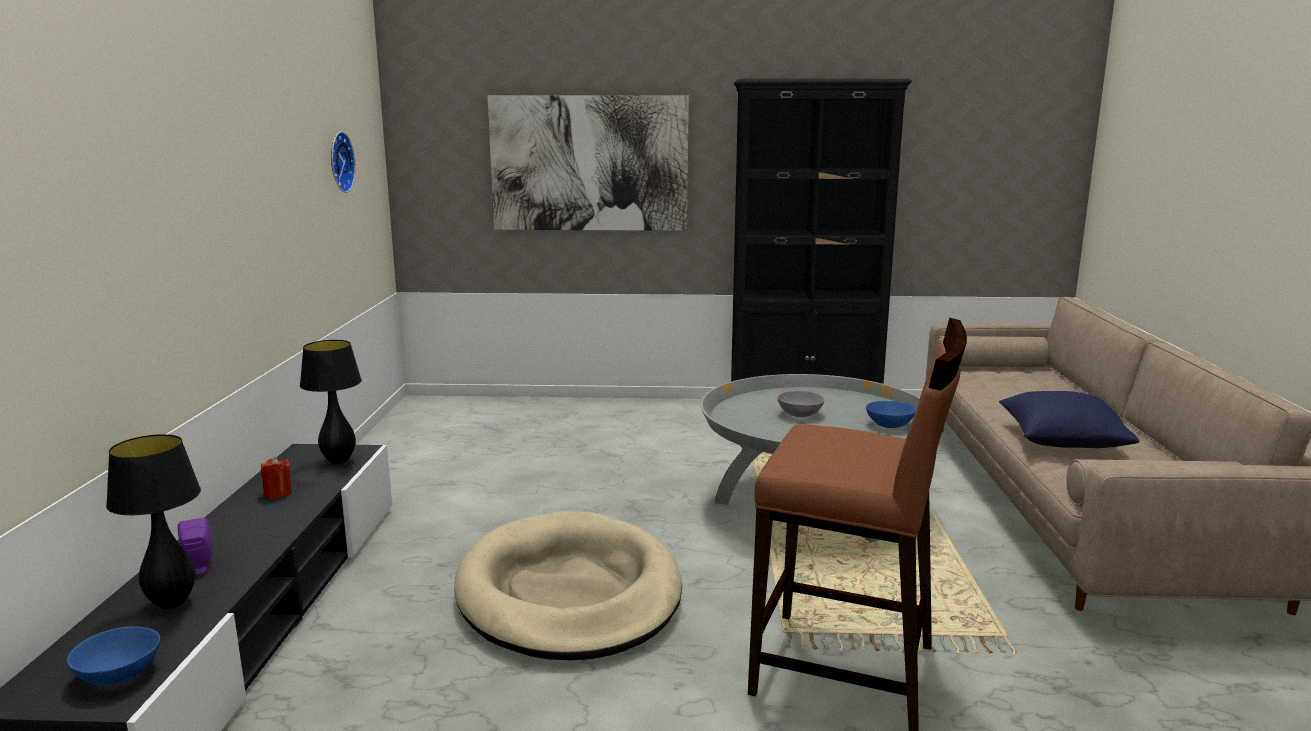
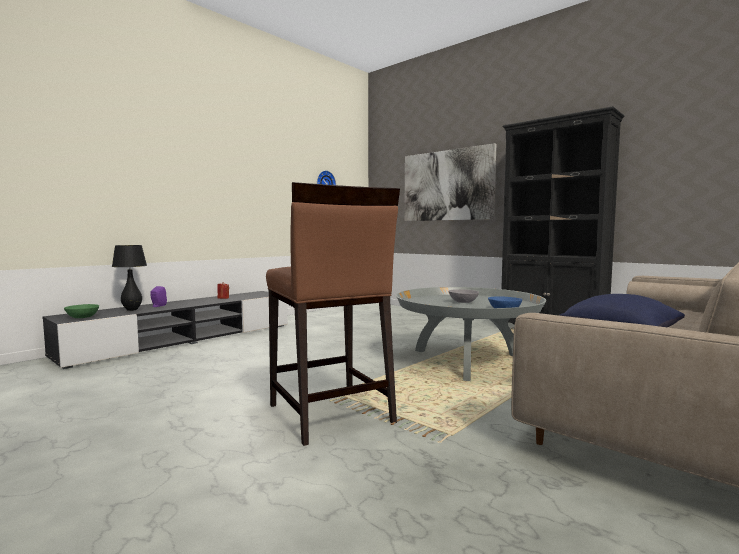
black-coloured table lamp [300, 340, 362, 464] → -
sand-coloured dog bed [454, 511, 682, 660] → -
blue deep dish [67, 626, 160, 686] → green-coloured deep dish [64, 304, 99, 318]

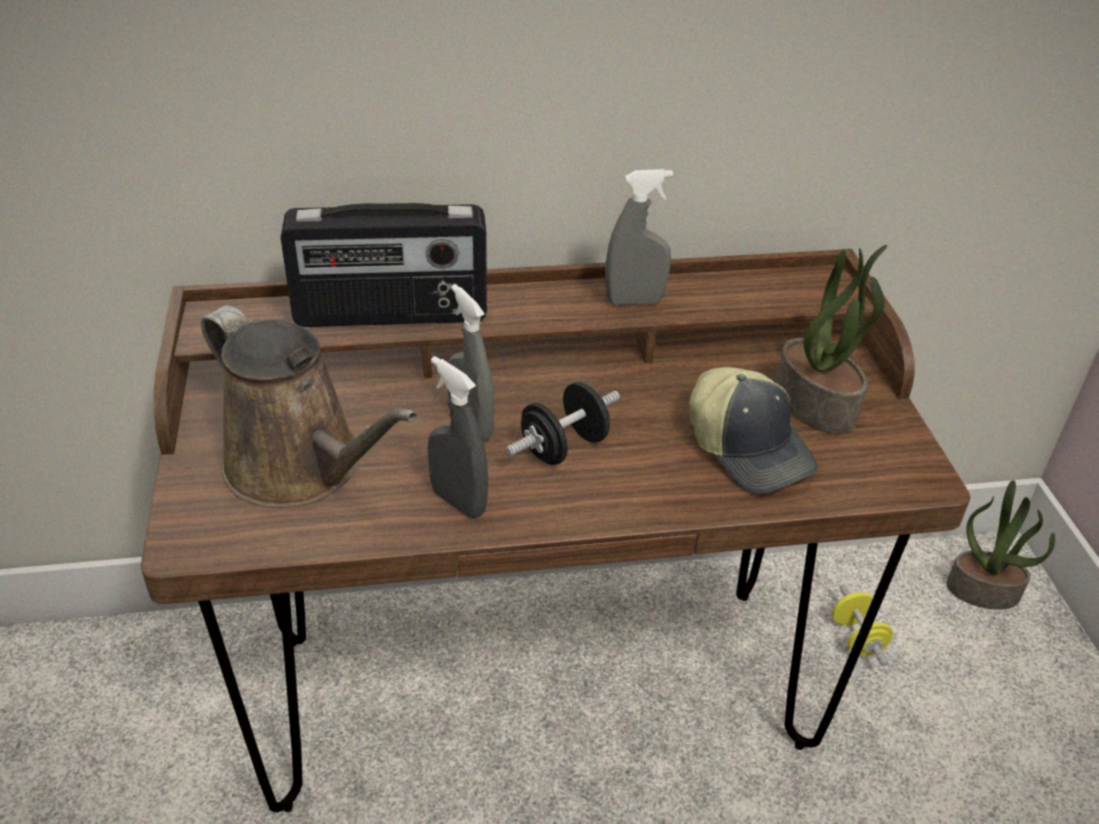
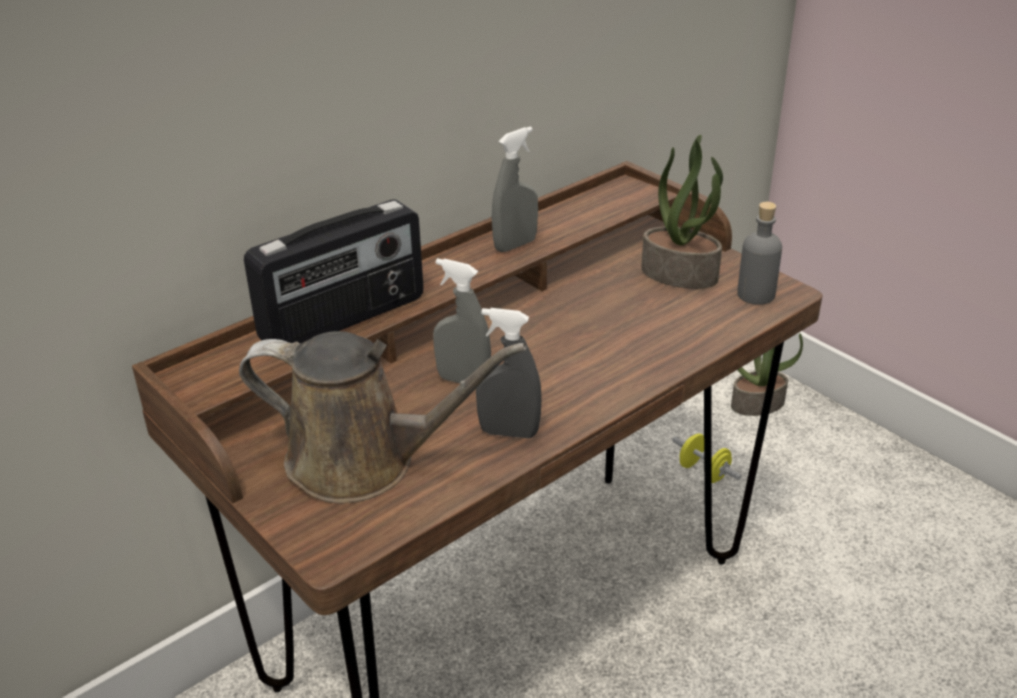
black-coloured hand weight [505, 382, 620, 465] → -
peaked cap [689, 367, 818, 494] → -
- → grey beverage bottle [737, 202, 782, 305]

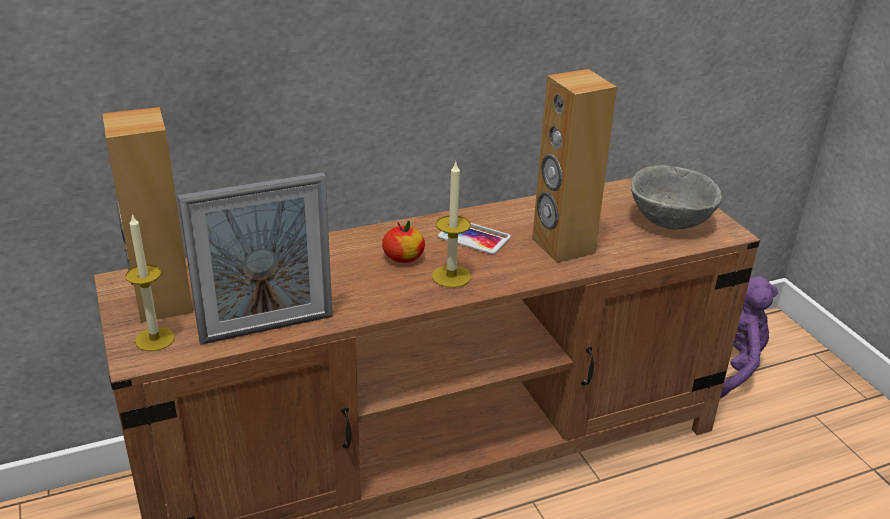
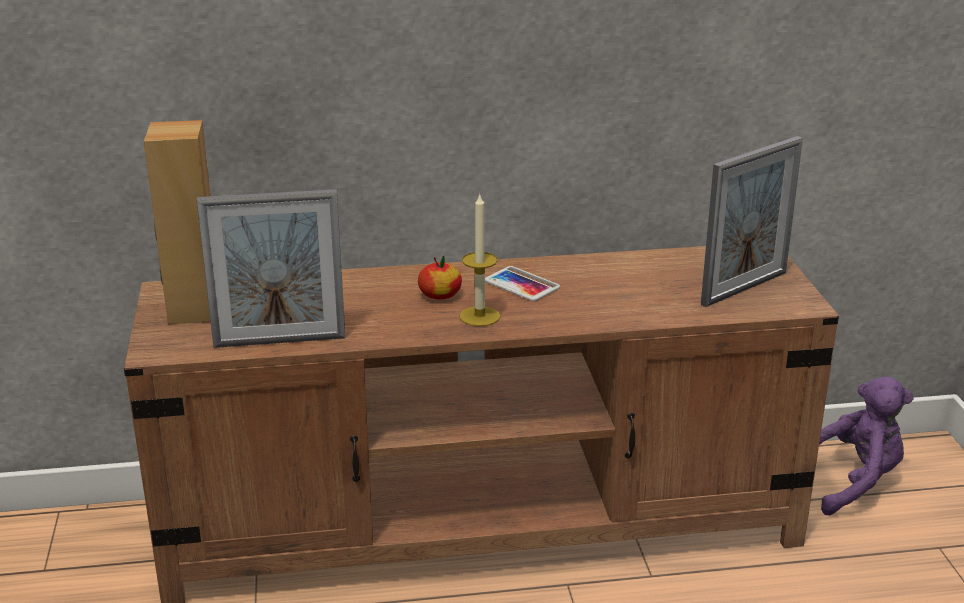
candle [125, 214, 175, 351] → -
brown-coloured speaker [532, 69, 617, 263] → -
grey deep dish [631, 165, 722, 230] → standing frame [701, 136, 803, 307]

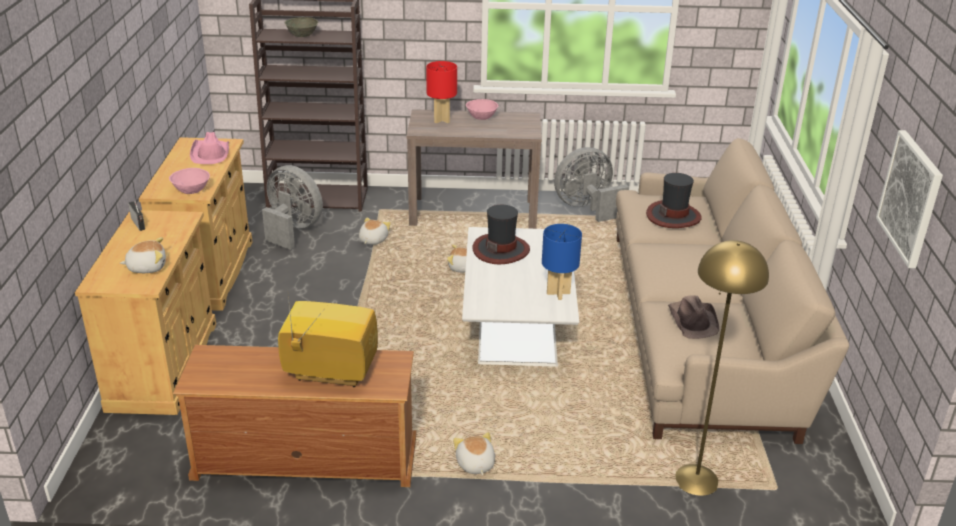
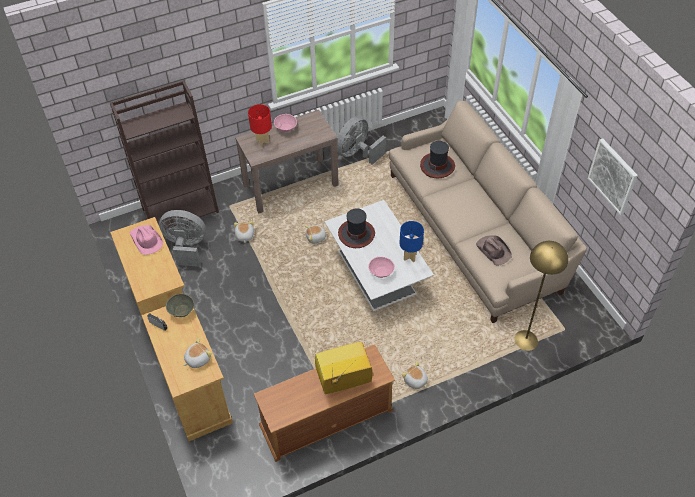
pink-coloured deep dish [169, 168, 210, 194] → pink-coloured deep dish [368, 257, 395, 278], move
grey deep dish [284, 17, 318, 37] → grey deep dish [166, 293, 194, 317], move

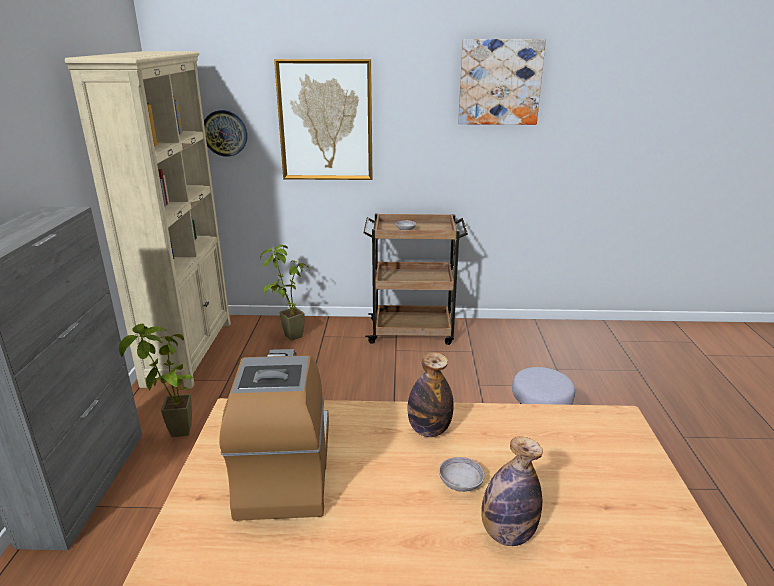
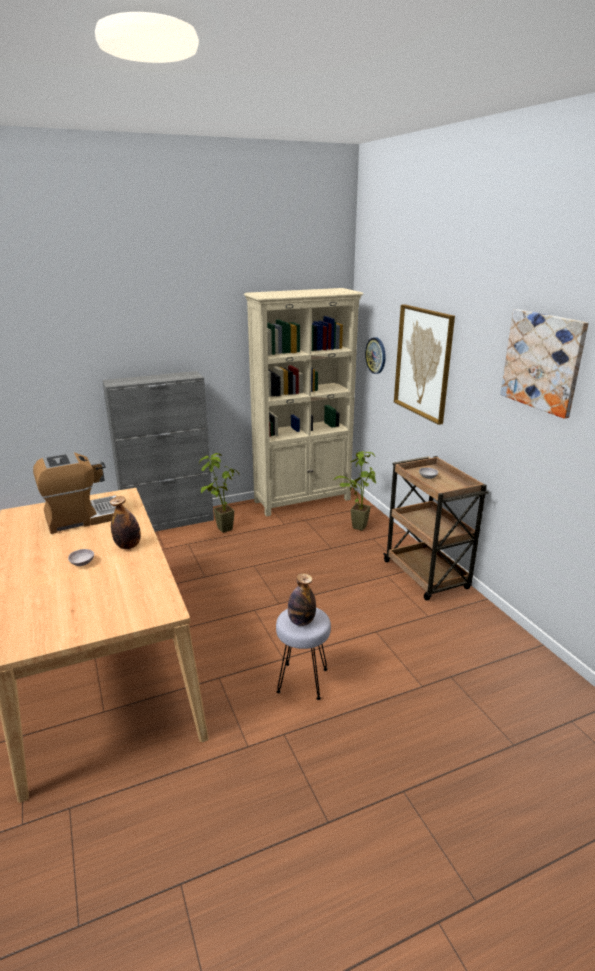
beverage bottle [481, 436, 543, 546] → beverage bottle [288, 573, 316, 626], move

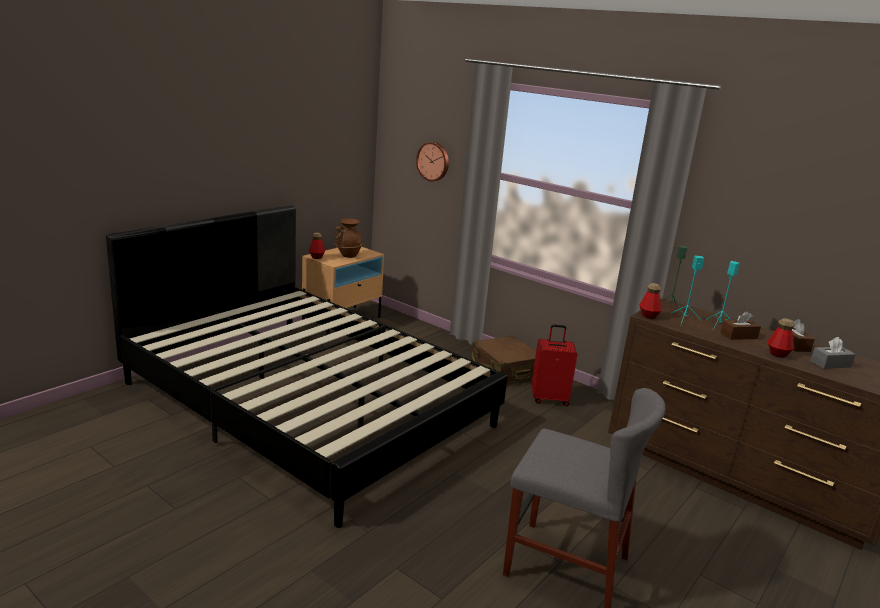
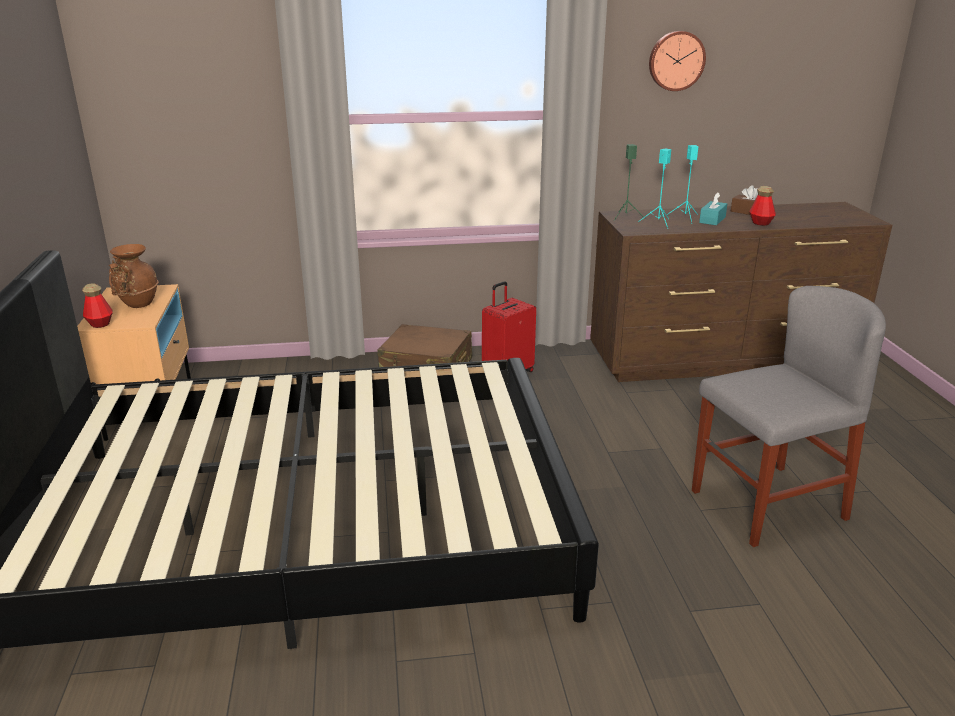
beverage bottle [639, 283, 662, 319] → -
grey tissue box [811, 337, 856, 369] → -
wall clock [416, 142, 449, 181] → wall clock [649, 31, 706, 91], move
brown-coloured tissue box [720, 311, 761, 340] → turquoise tissue box [699, 192, 727, 225]

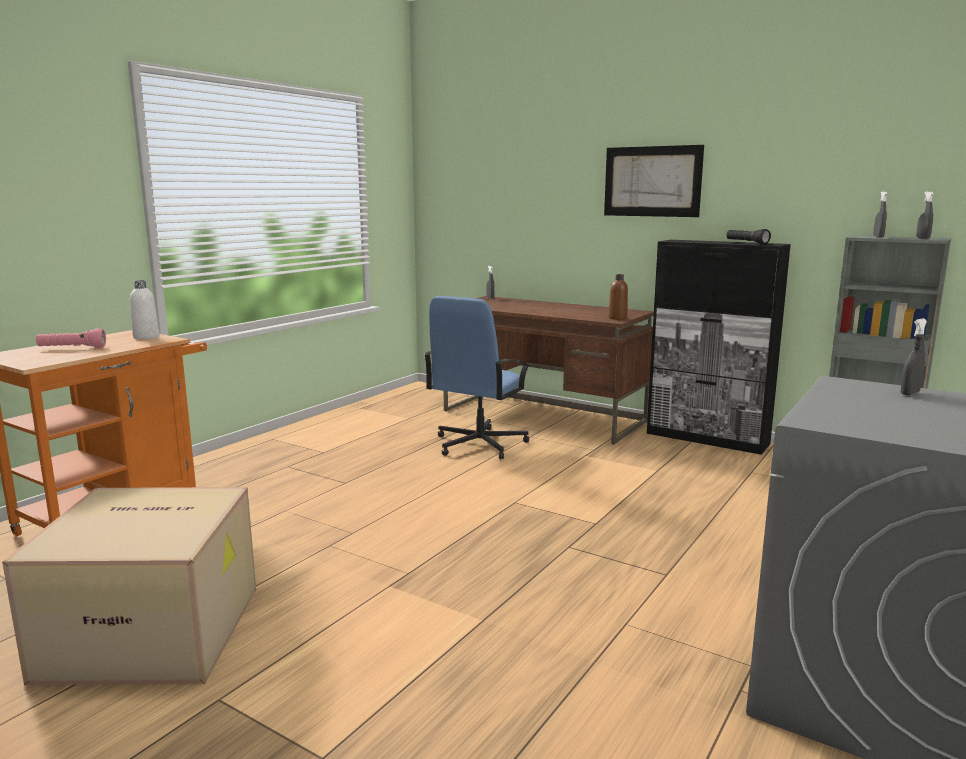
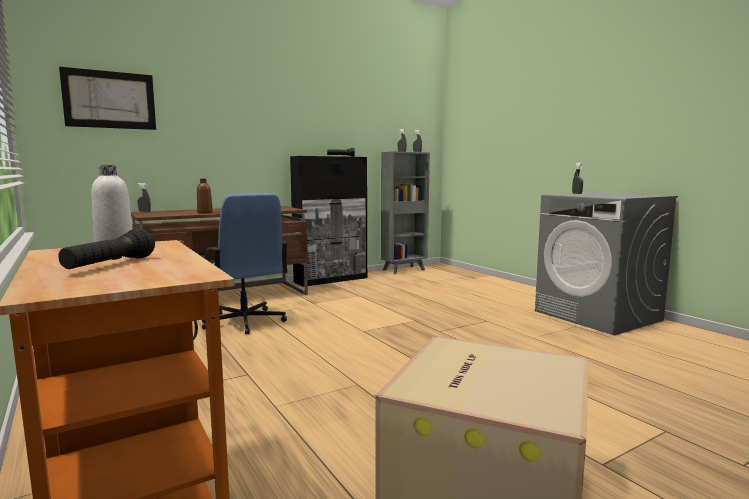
wall picture [604, 145, 704, 217] → wall picture [59, 67, 156, 130], move
brown-coloured beverage bottle [608, 274, 628, 320] → brown-coloured beverage bottle [197, 179, 213, 214], move
pink-coloured flashlight [36, 328, 106, 348] → black-coloured flashlight [58, 228, 155, 269]

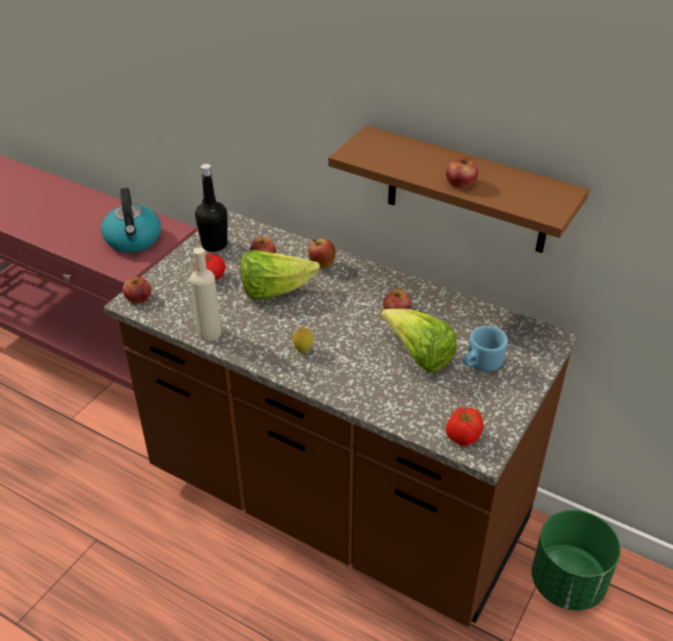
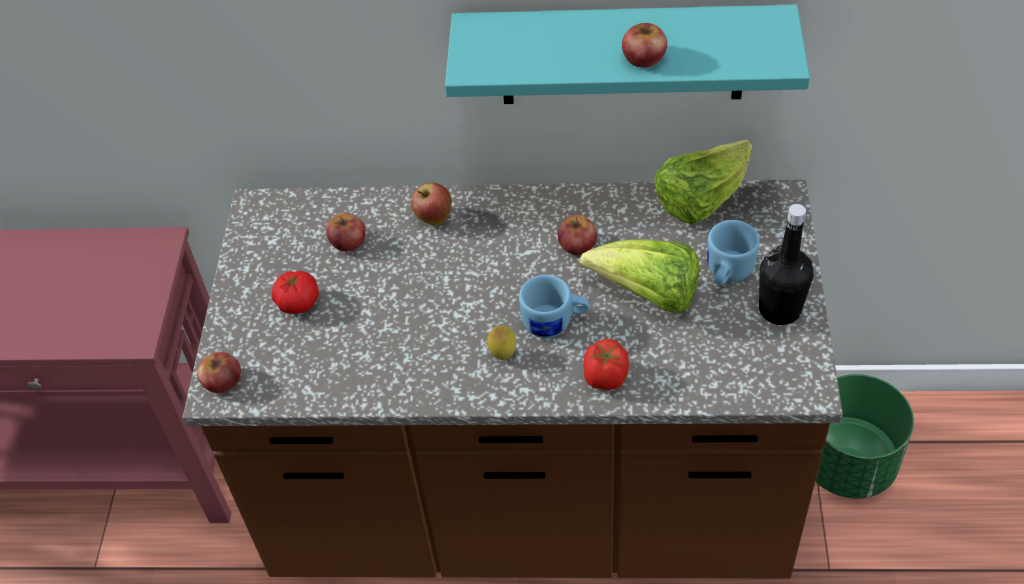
tea kettle [101, 188, 161, 253] → -
sand-coloured beverage bottle [190, 247, 221, 341] → -
- → blue tea mug [519, 275, 590, 338]
black-coloured beverage bottle [195, 164, 227, 252] → black-coloured beverage bottle [759, 204, 814, 325], move
lettuce [240, 250, 320, 300] → lettuce [654, 140, 753, 224], move
whole tomato [446, 408, 484, 446] → whole tomato [583, 339, 629, 390], move
brown-coloured wall shelf [328, 126, 589, 253] → turquoise wall shelf [445, 4, 810, 104]

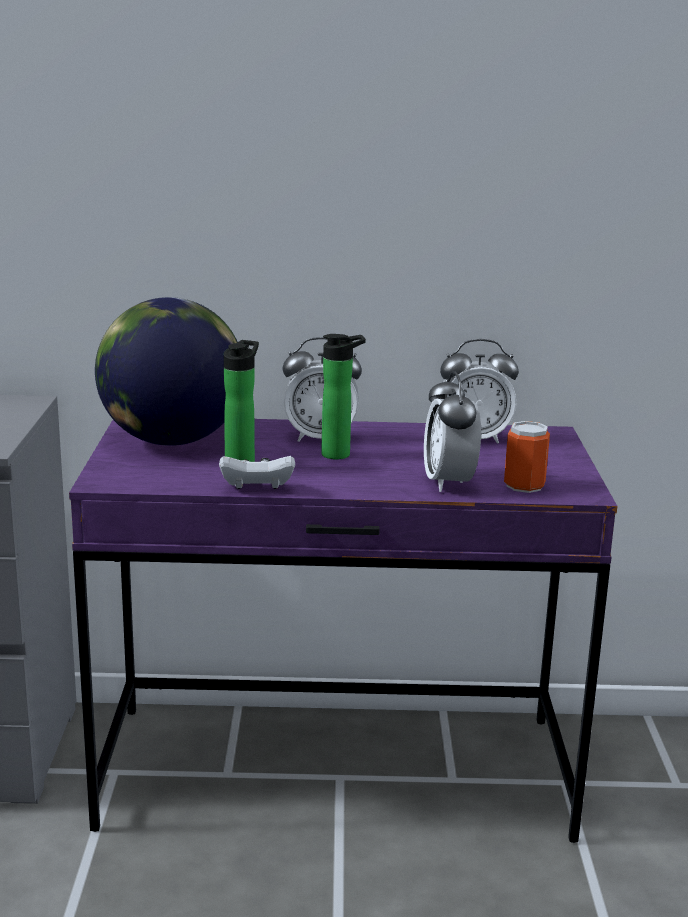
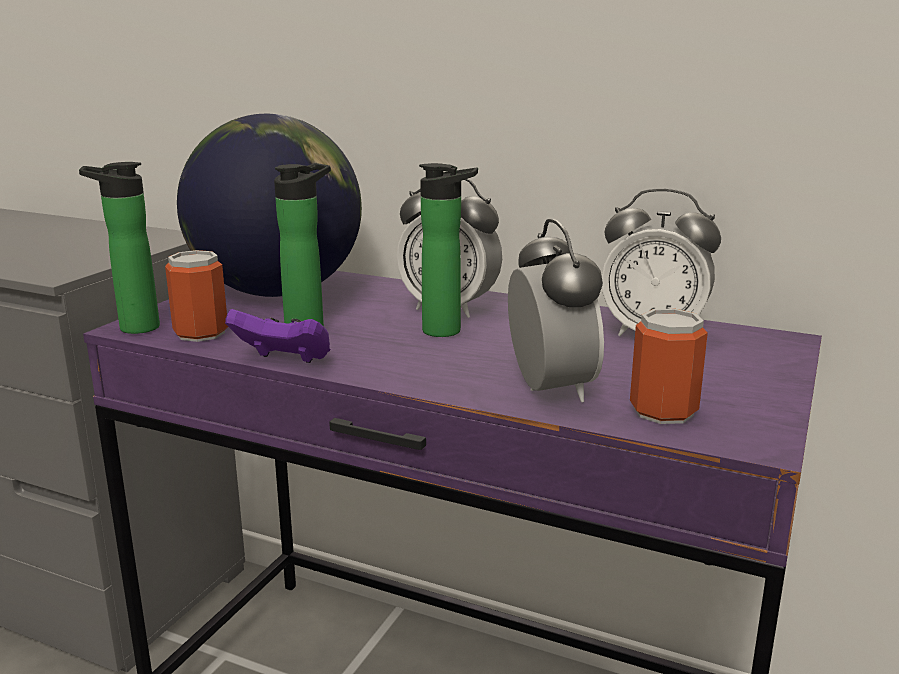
- → beverage bottle [79, 162, 160, 334]
- → sealed can [165, 250, 228, 342]
white-coloured gamepad [219, 456, 295, 489] → purplish gamepad [225, 309, 330, 363]
table clock [424, 371, 481, 492] → table clock [508, 219, 604, 402], 150 degrees clockwise

